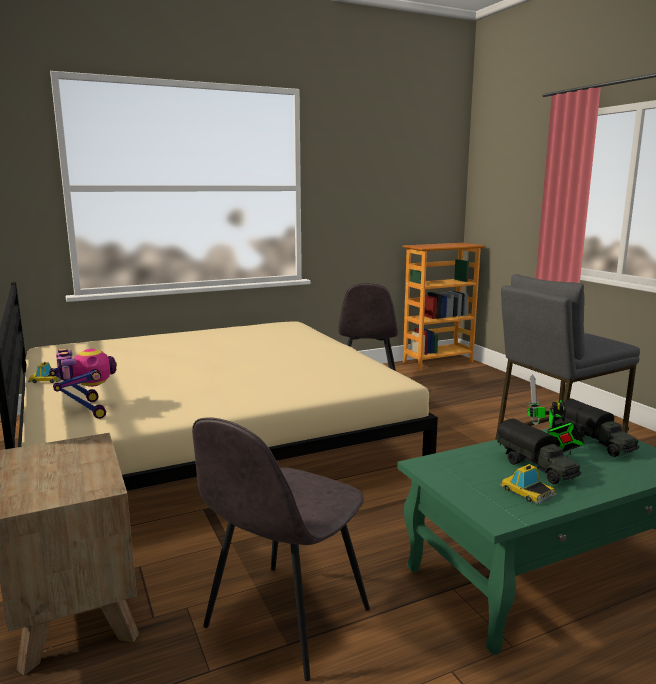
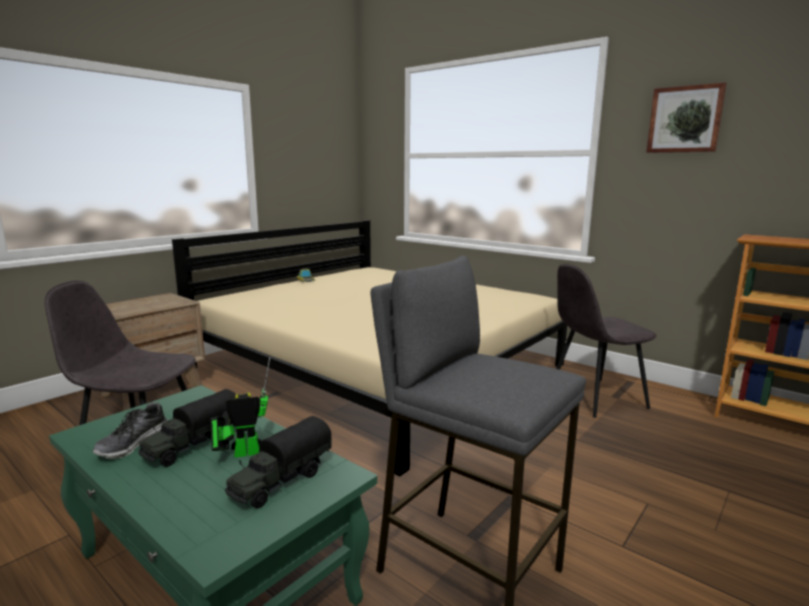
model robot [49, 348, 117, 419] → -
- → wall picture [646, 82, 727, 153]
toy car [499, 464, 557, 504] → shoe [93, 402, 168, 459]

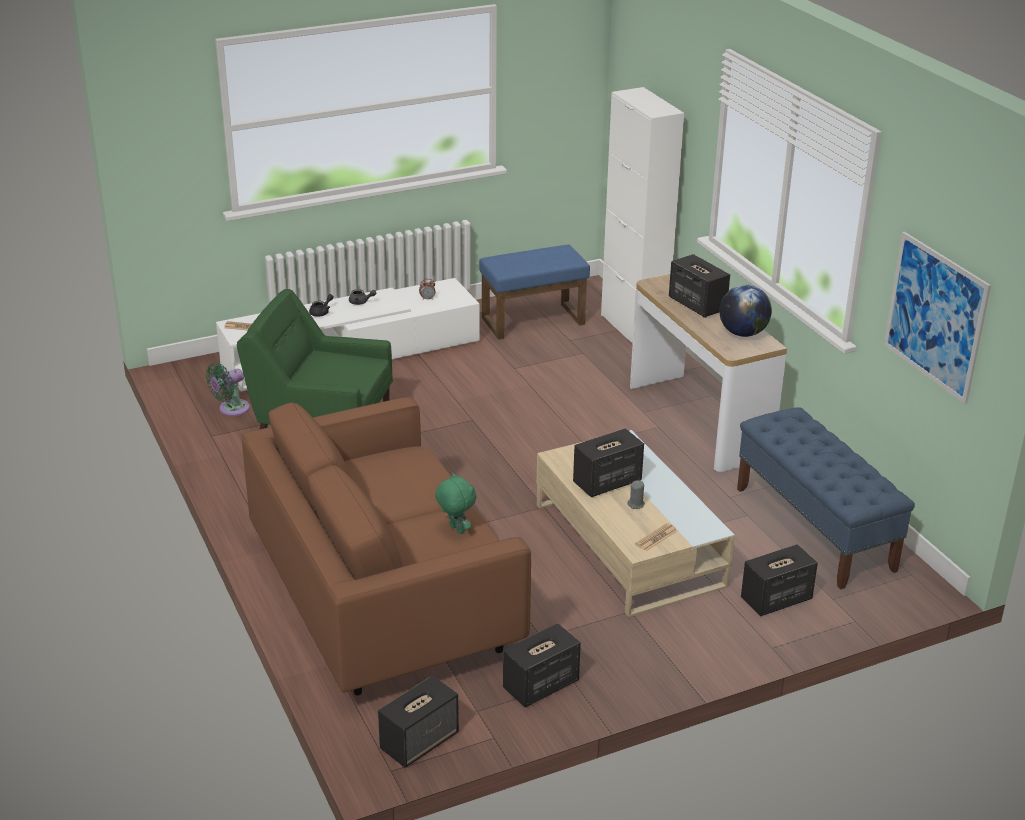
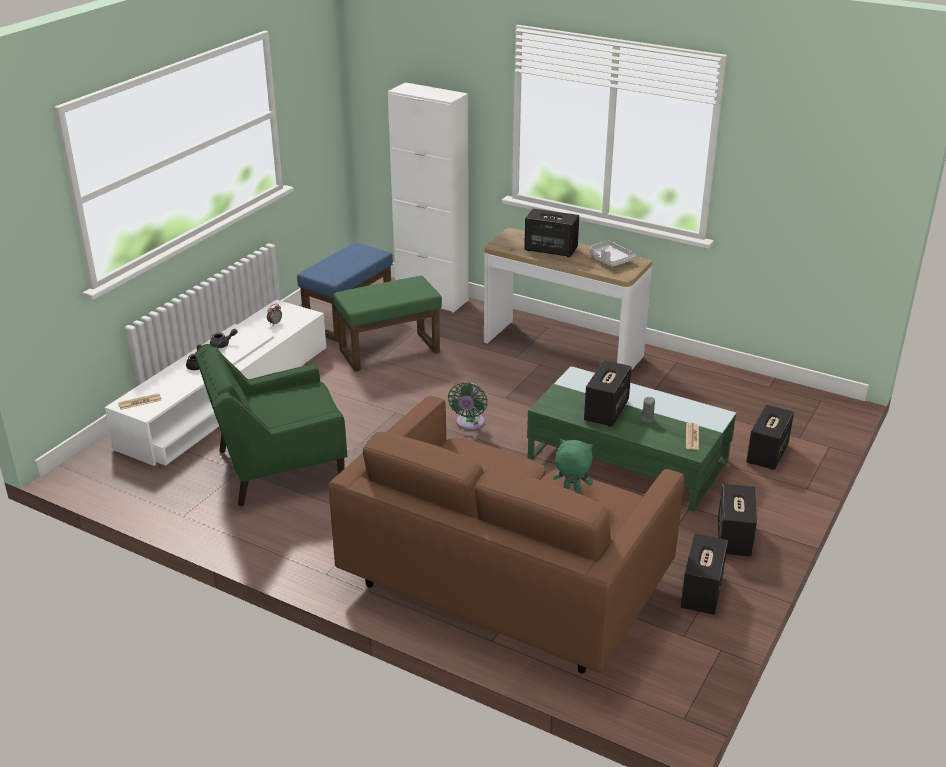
blue indoor bench [737, 407, 915, 590] → -
wall picture [884, 232, 991, 404] → -
- → green-coloured footrest [333, 276, 442, 372]
green-coloured electric fan [206, 363, 250, 416] → green-coloured electric fan [448, 382, 487, 430], move
speaker [378, 675, 459, 768] → speaker [718, 484, 757, 557], move
desk globe [719, 285, 772, 337] → grey serving tray [590, 240, 636, 267]
sand-coloured lounge table [537, 430, 735, 617] → green-coloured lounge table [527, 366, 736, 512]

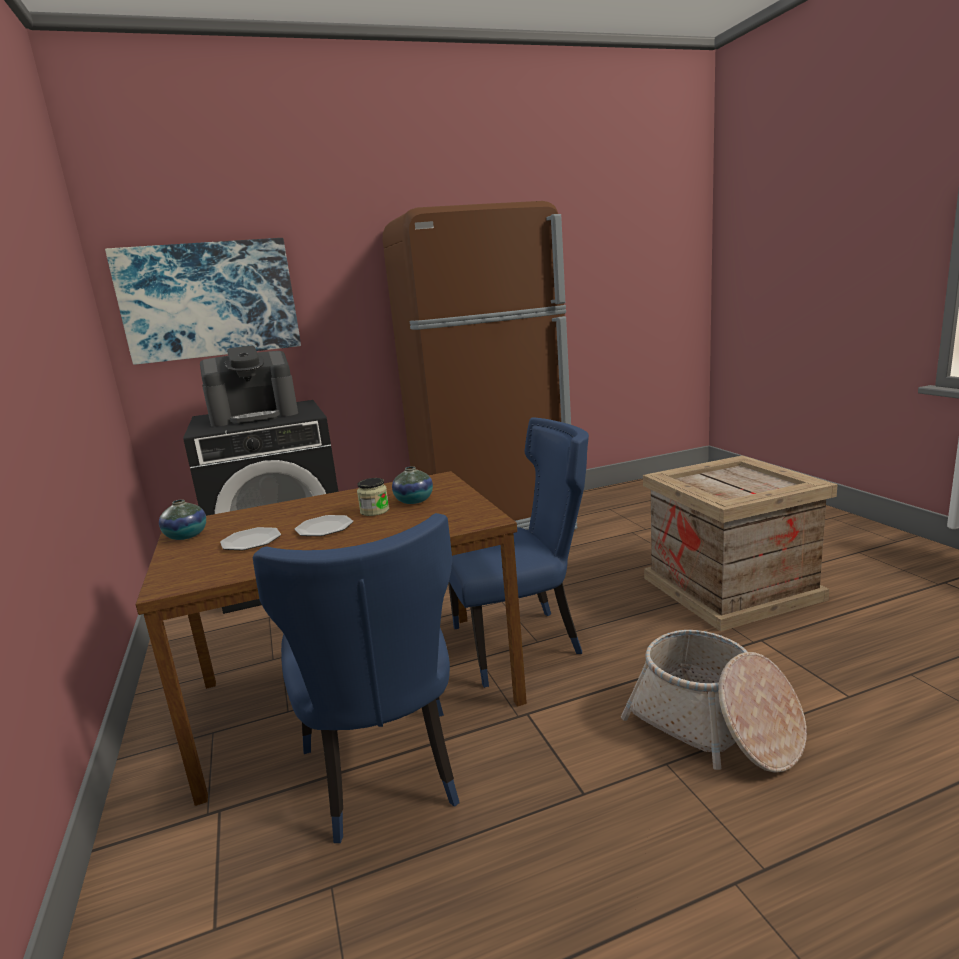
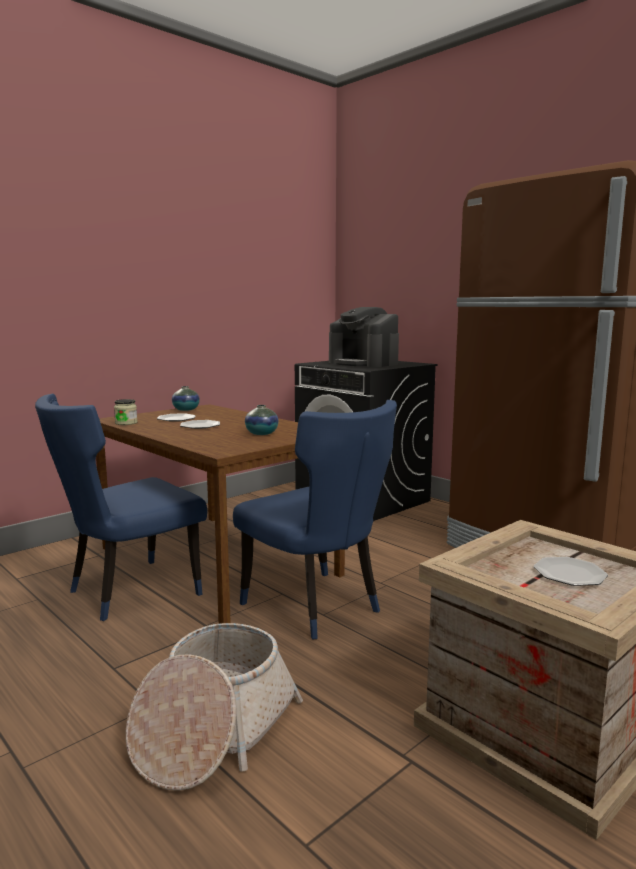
wall picture [105, 238, 301, 365] → -
- → flat dish [534, 557, 608, 586]
preserve jar [357, 478, 389, 516] → preserve jar [114, 399, 137, 425], move

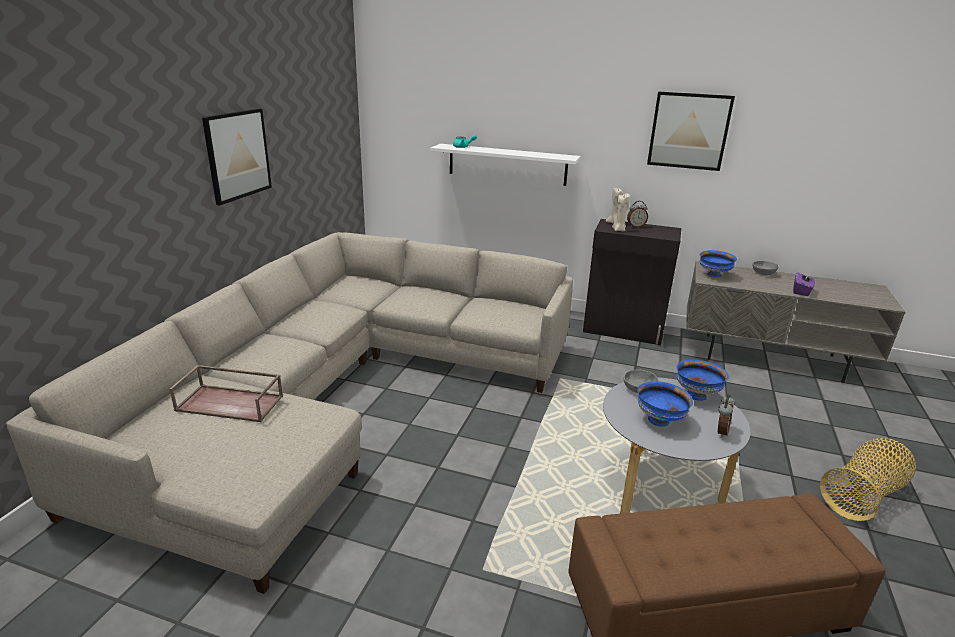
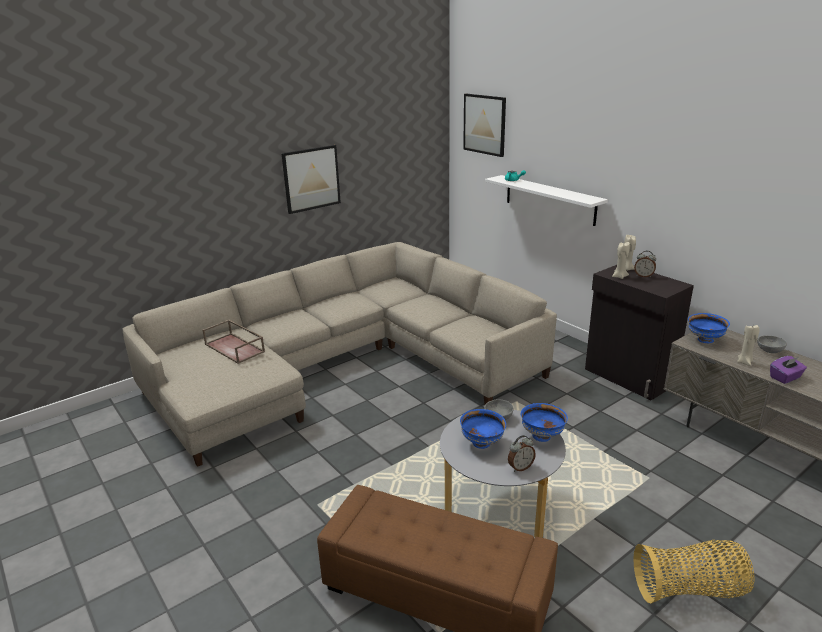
- → sand-coloured candle [737, 325, 760, 366]
wall picture [647, 92, 735, 171] → wall picture [463, 94, 506, 157], move

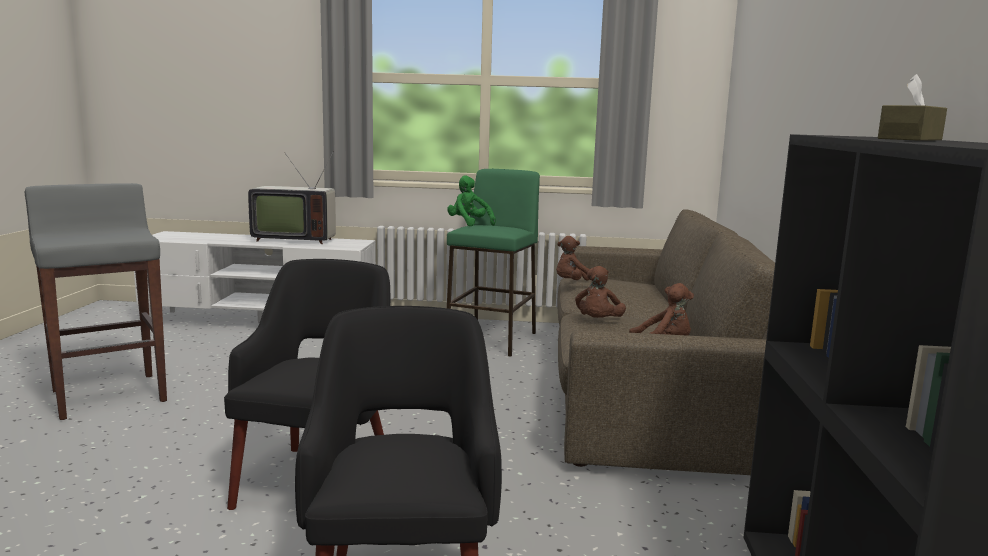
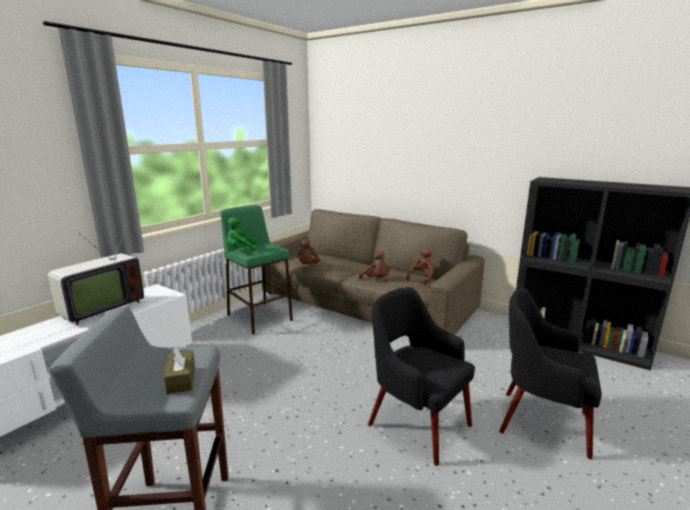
brown-coloured tissue box [878, 74, 947, 141] → brown-coloured tissue box [164, 347, 195, 394], move

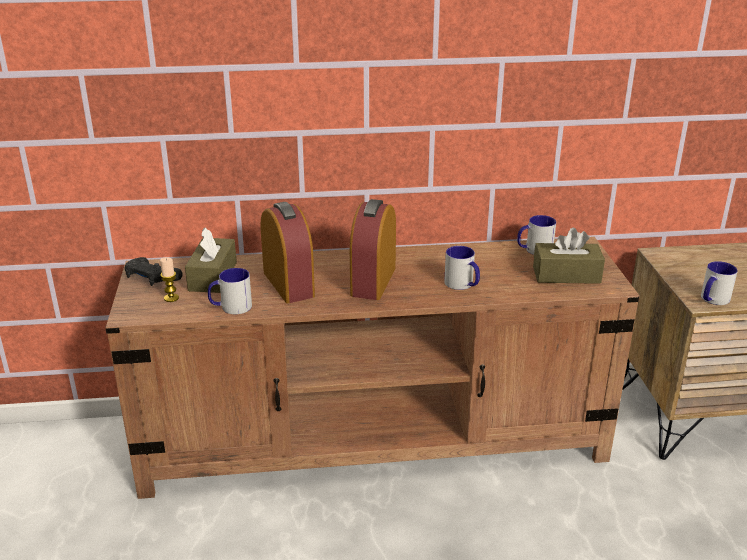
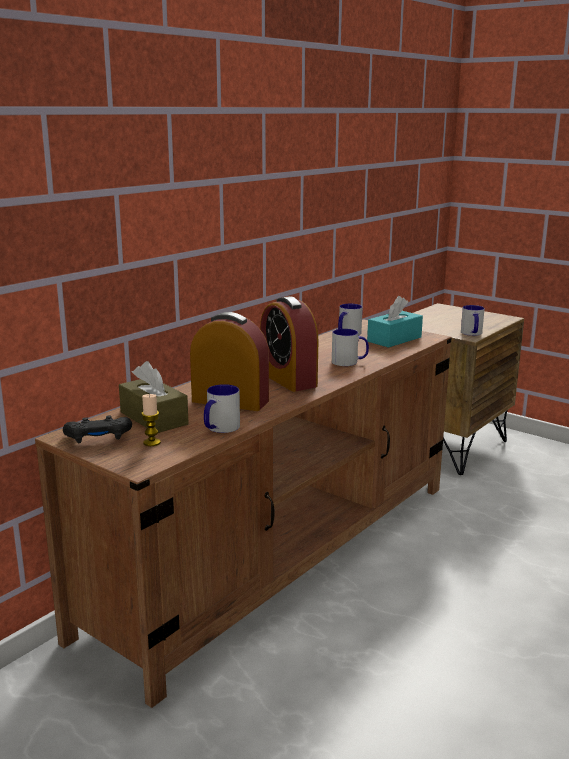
brown-coloured tissue box [533, 228, 605, 284] → turquoise tissue box [367, 296, 423, 348]

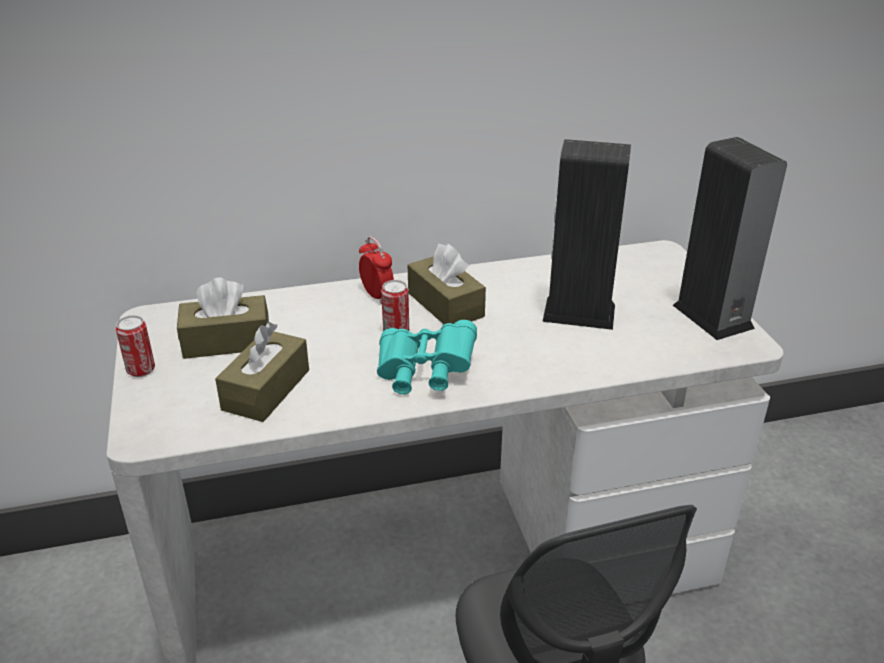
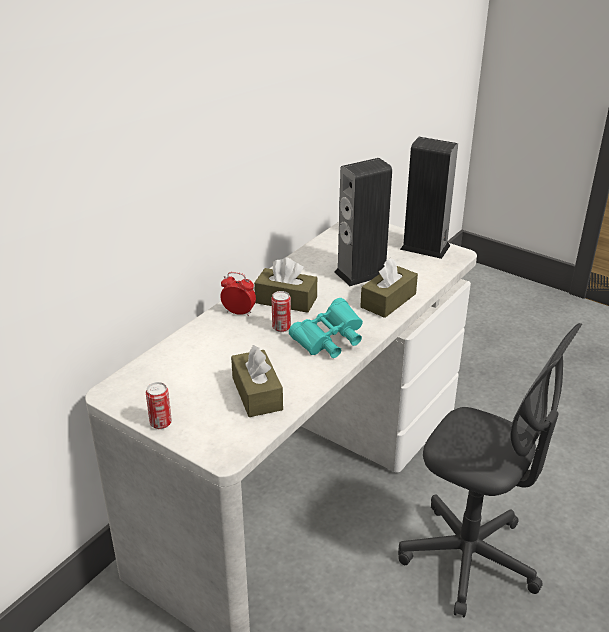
brown-coloured tissue box [177, 277, 269, 359] → brown-coloured tissue box [360, 258, 418, 318], move

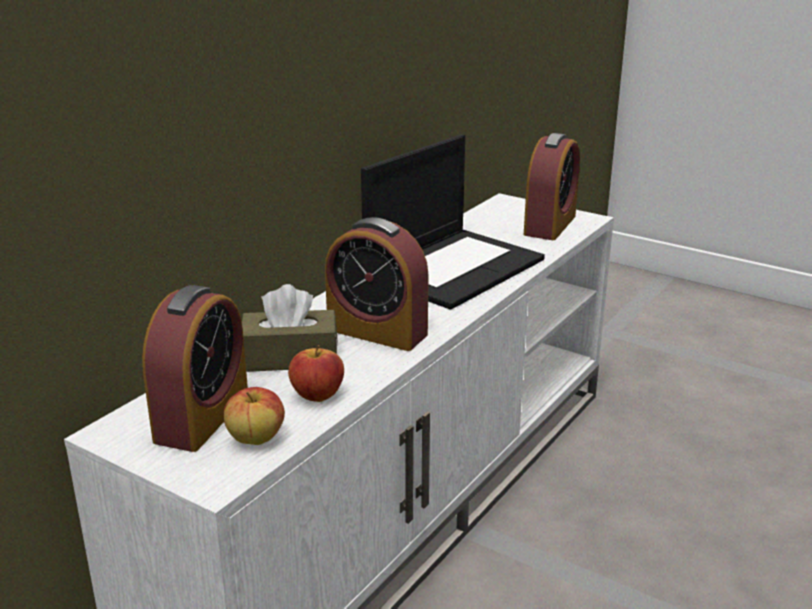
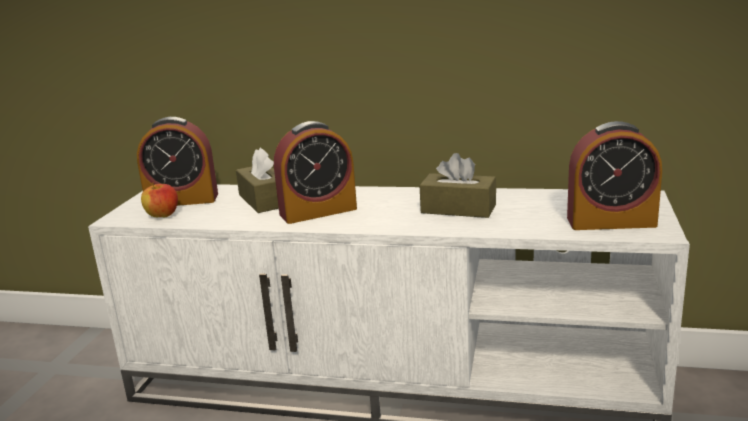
apple [288, 345, 344, 402] → -
laptop [361, 134, 545, 310] → brown-coloured tissue box [420, 153, 496, 218]
table clock [325, 217, 428, 351] → table clock [274, 121, 357, 224], 120 degrees counterclockwise

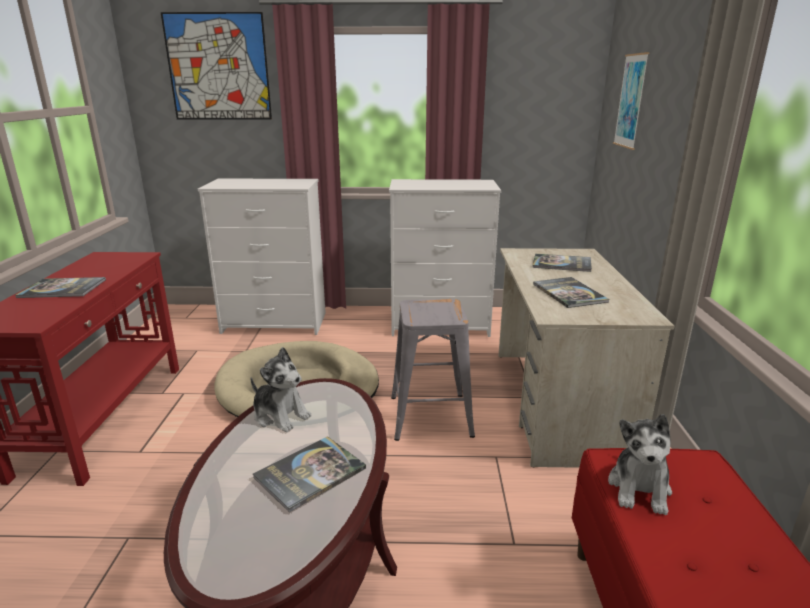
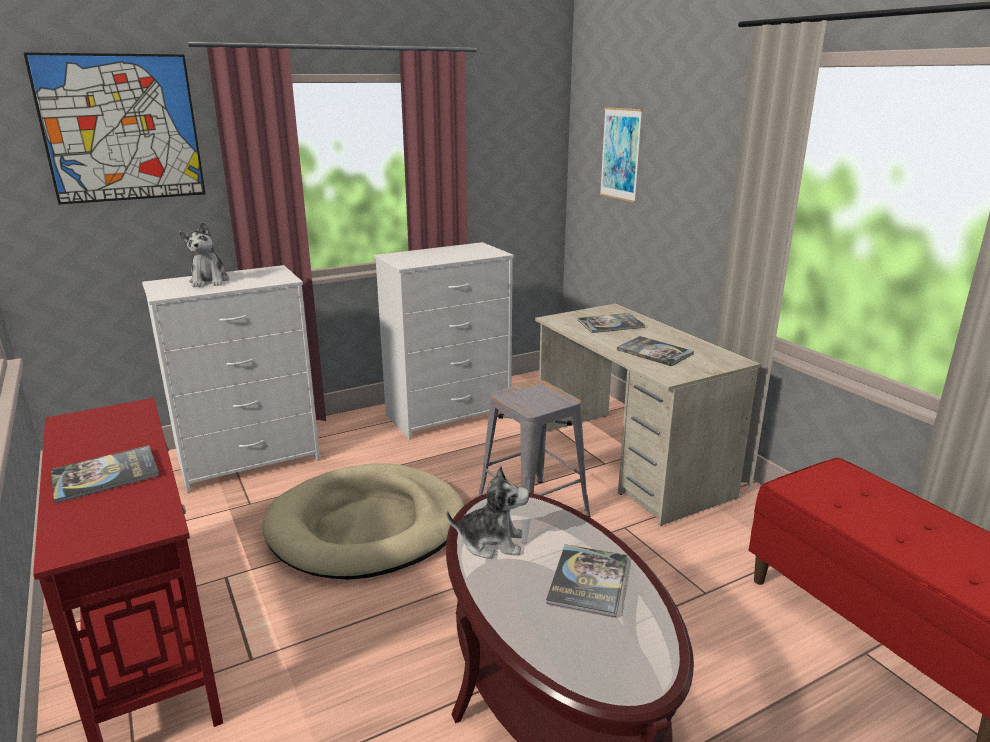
cuddly toy [608, 414, 672, 515] → cuddly toy [179, 222, 229, 287], move

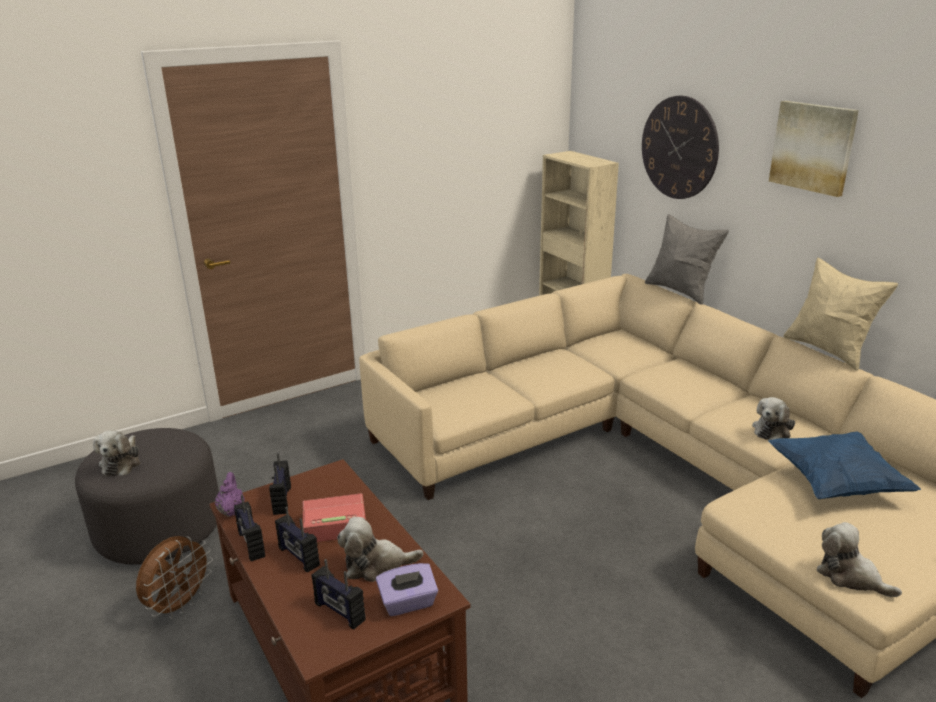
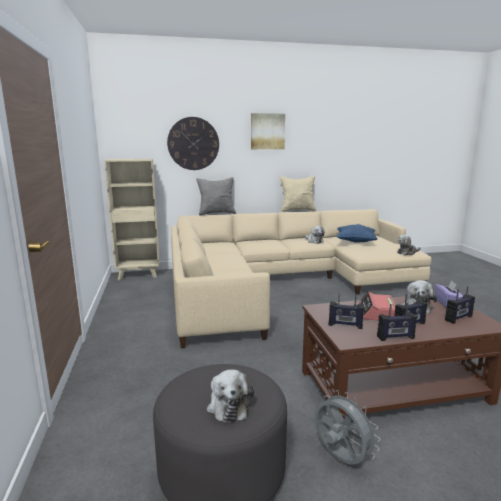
purplish tea pot [215, 472, 245, 517] → -
brown-coloured electric fan [136, 536, 213, 619] → grey electric fan [315, 390, 381, 465]
cuddly toy [93, 430, 141, 477] → cuddly toy [207, 369, 254, 423], 60 degrees clockwise

